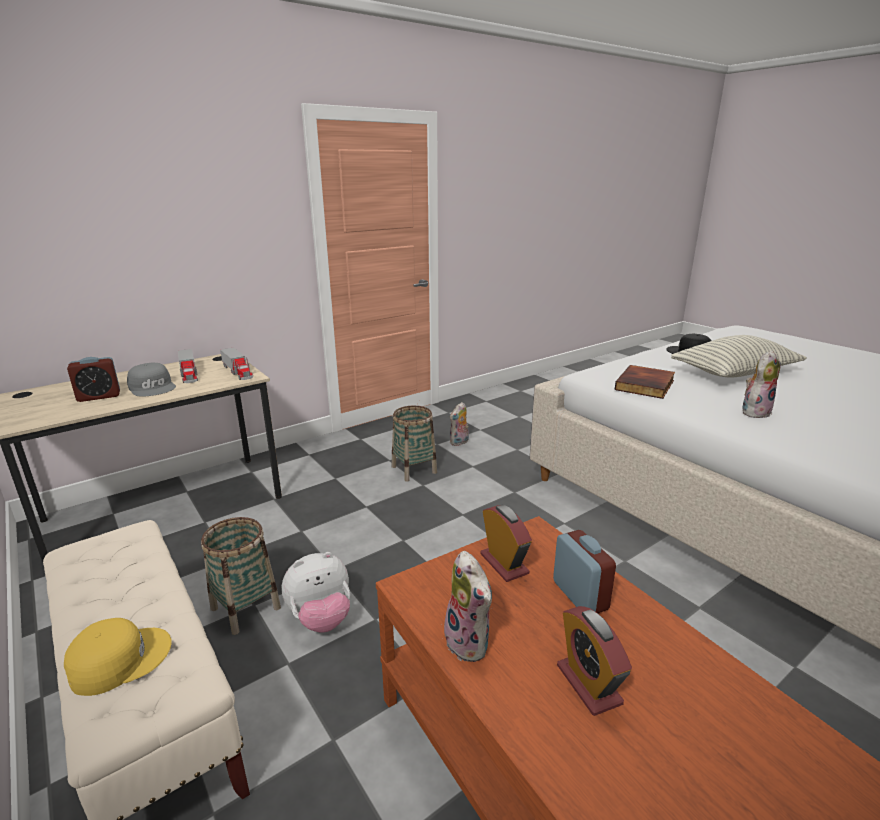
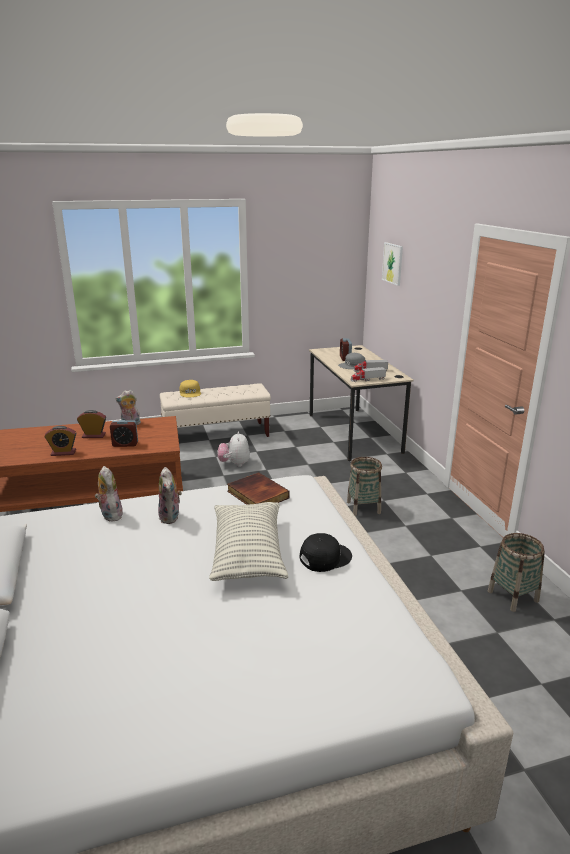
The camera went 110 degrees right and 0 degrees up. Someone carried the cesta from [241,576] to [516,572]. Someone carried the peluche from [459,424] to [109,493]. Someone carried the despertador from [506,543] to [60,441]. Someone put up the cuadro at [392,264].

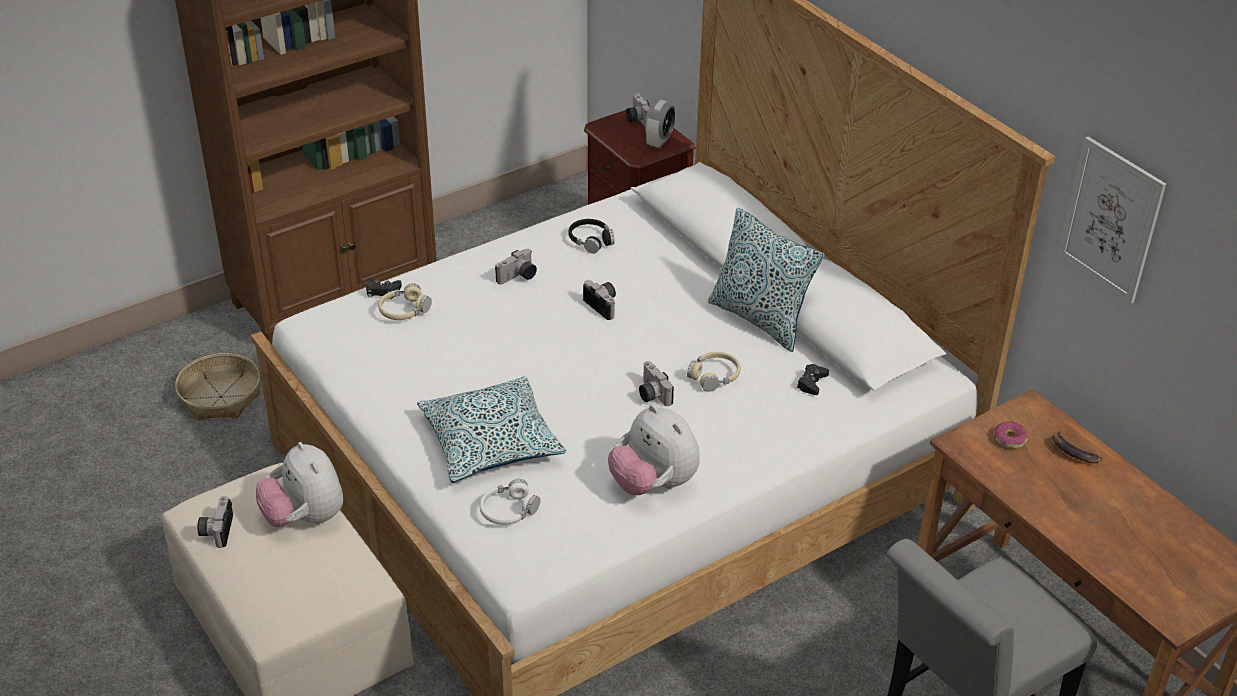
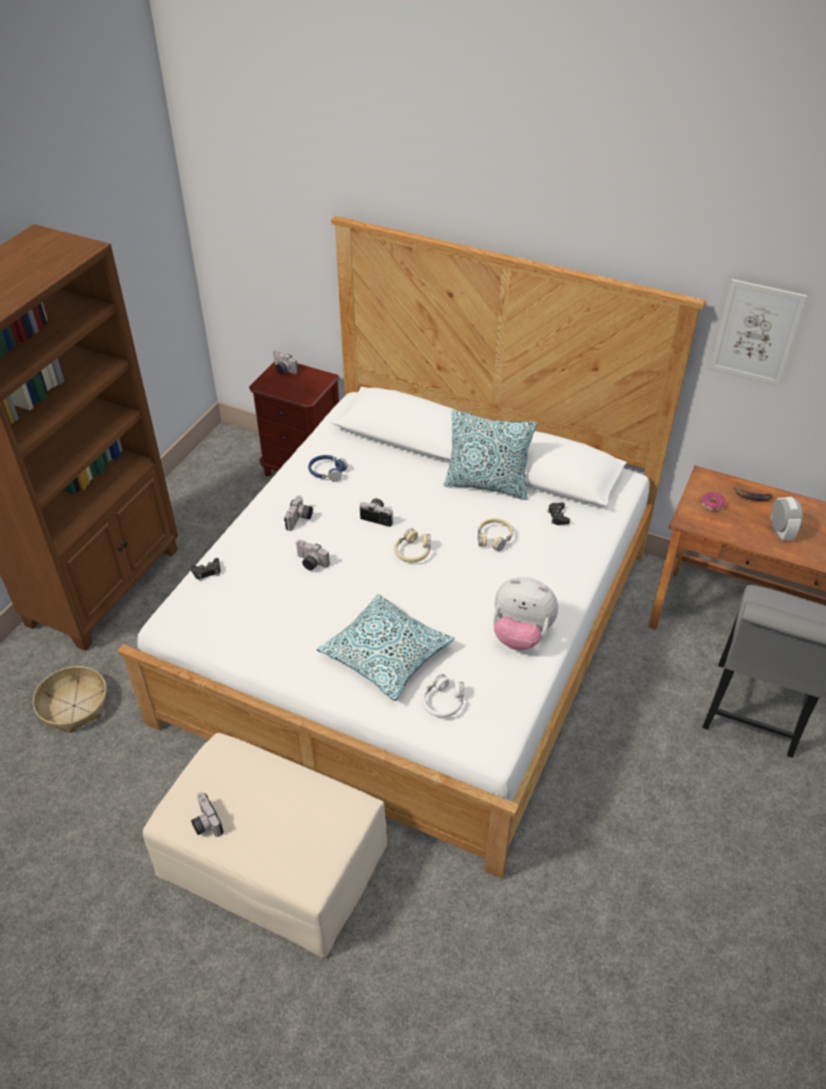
The camera went 30 degrees left and 5 degrees up. Someone took away the peluche at [299,484]. Someone carried the auriculares (beis) from [405,301] to [412,545]. Someone repainted the auriculares (negro) at [591,236], which became the auriculares (azul) at [328,468]. Someone carried the cámara from [656,383] to [313,555]. Someone carried the despertador from [660,124] to [787,519].

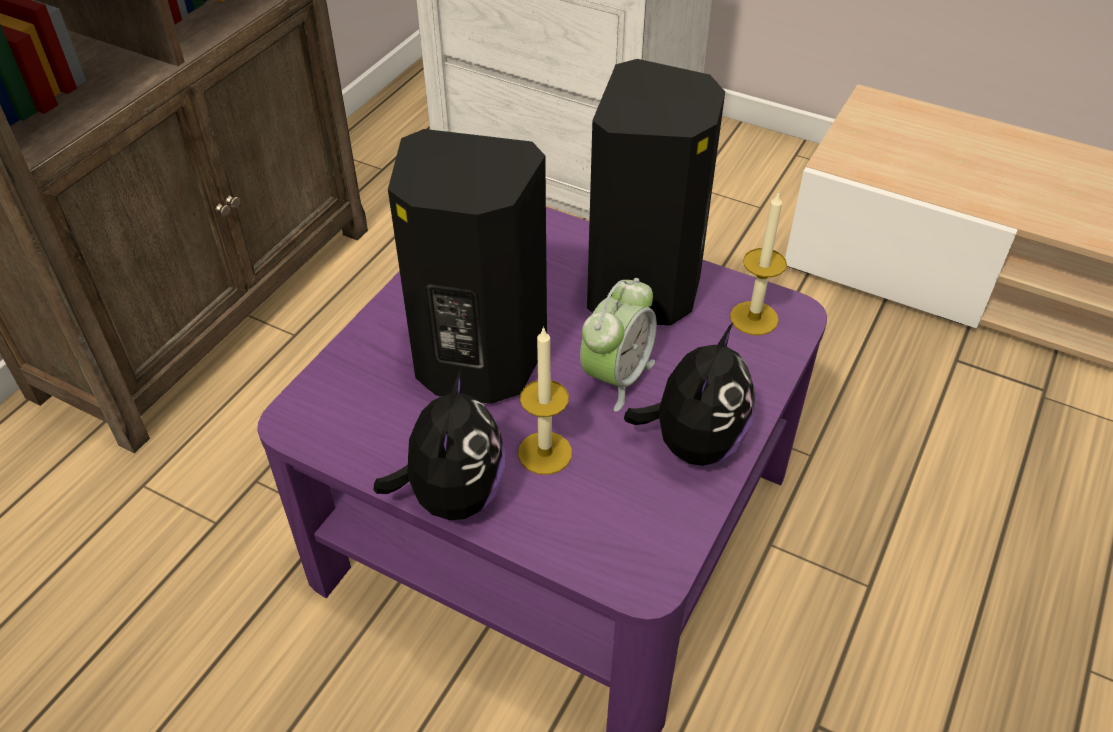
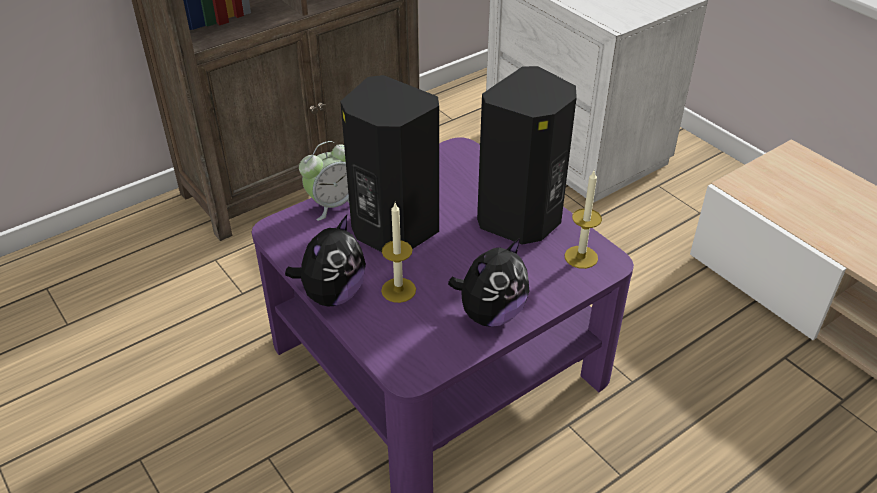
The camera went 25 degrees right and 5 degrees down. Someone carried the despertador from [618,345] to [324,181].

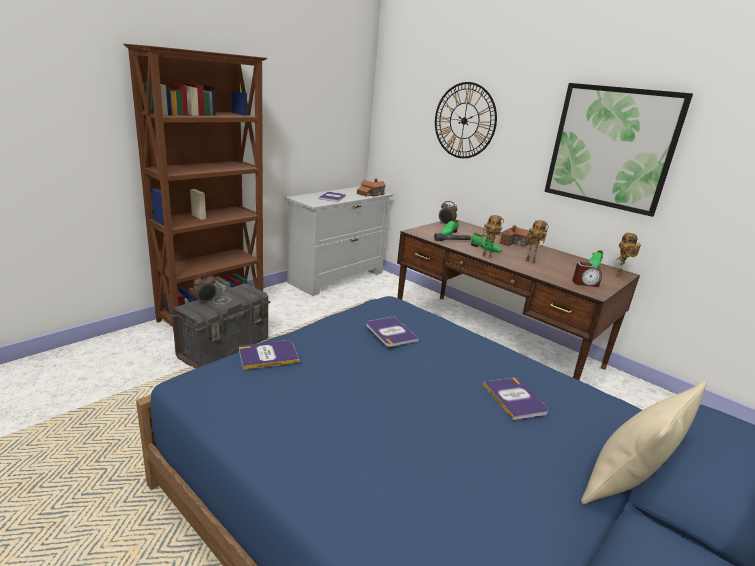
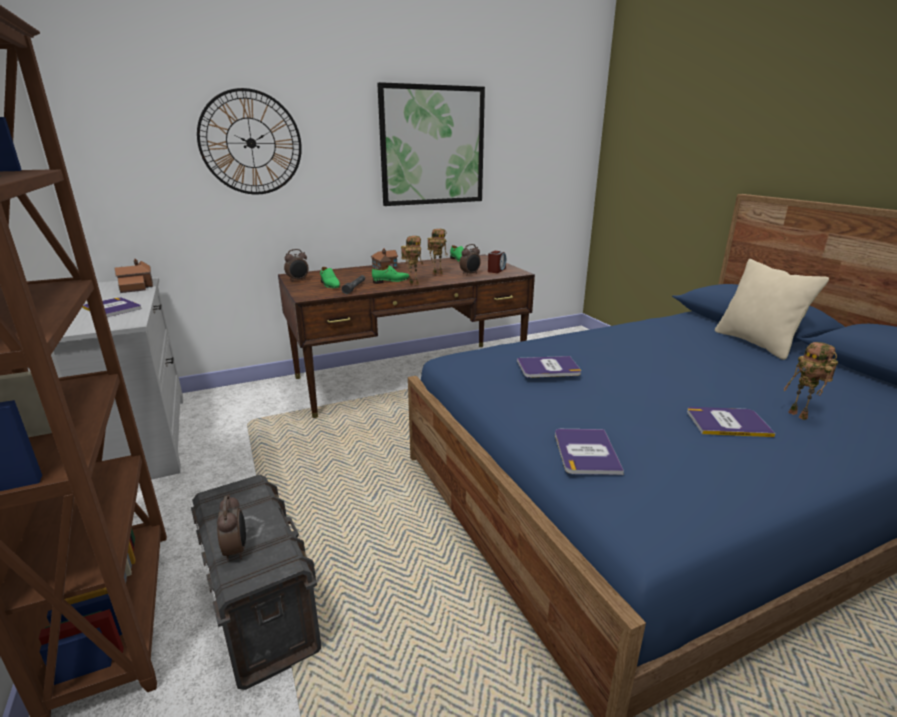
The camera went 65 degrees left and 0 degrees up. Someone carried the libro from [515,399] to [731,422]. Someone carried the robot de juguete from [628,255] to [810,381]. Someone put down the despertador at [470,260].

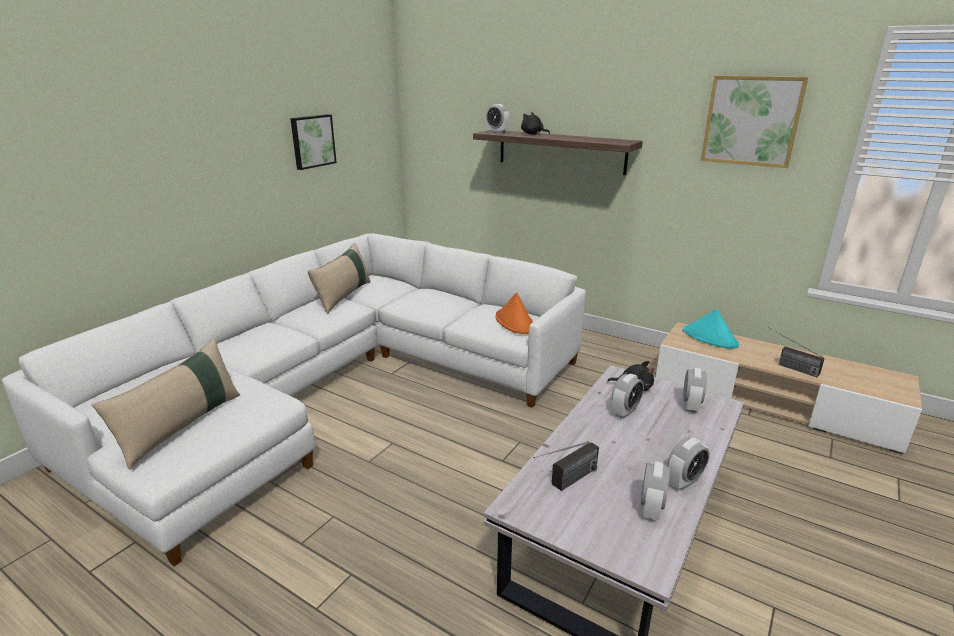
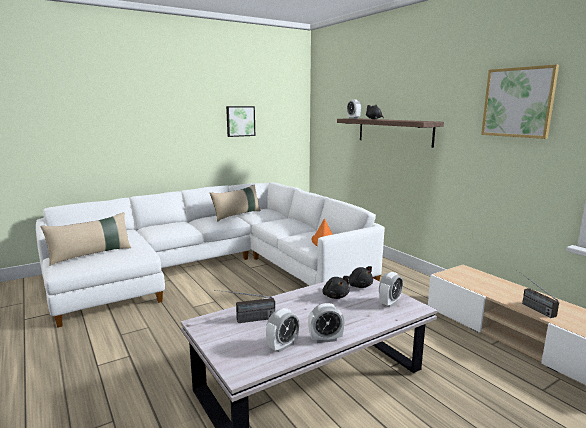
The camera went 25 degrees right and 10 degrees down. Someone swapped the despertador at [628,396] for the peluche (negro) at [336,288]. Someone took away the sombrero (turquesa) at [711,329].

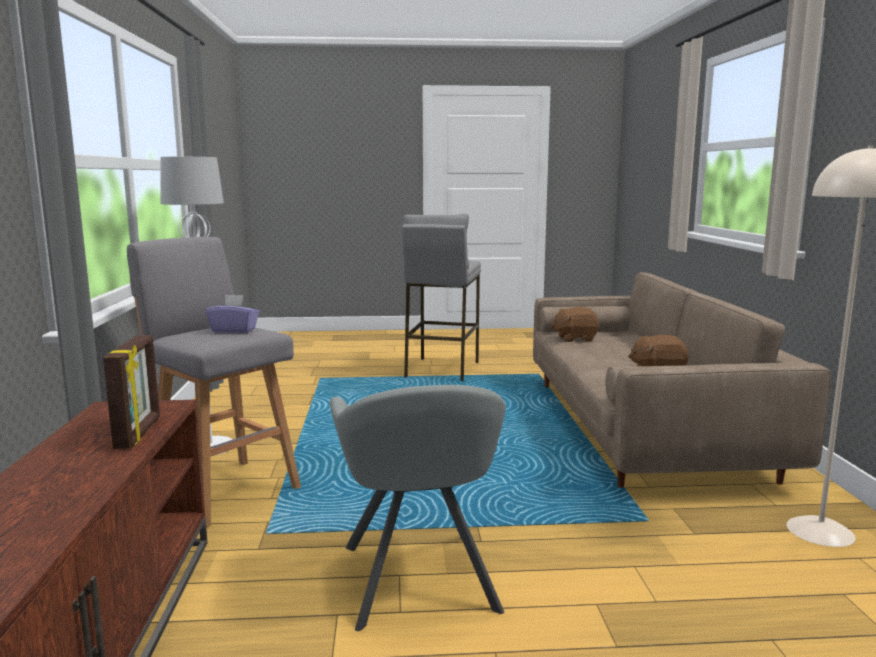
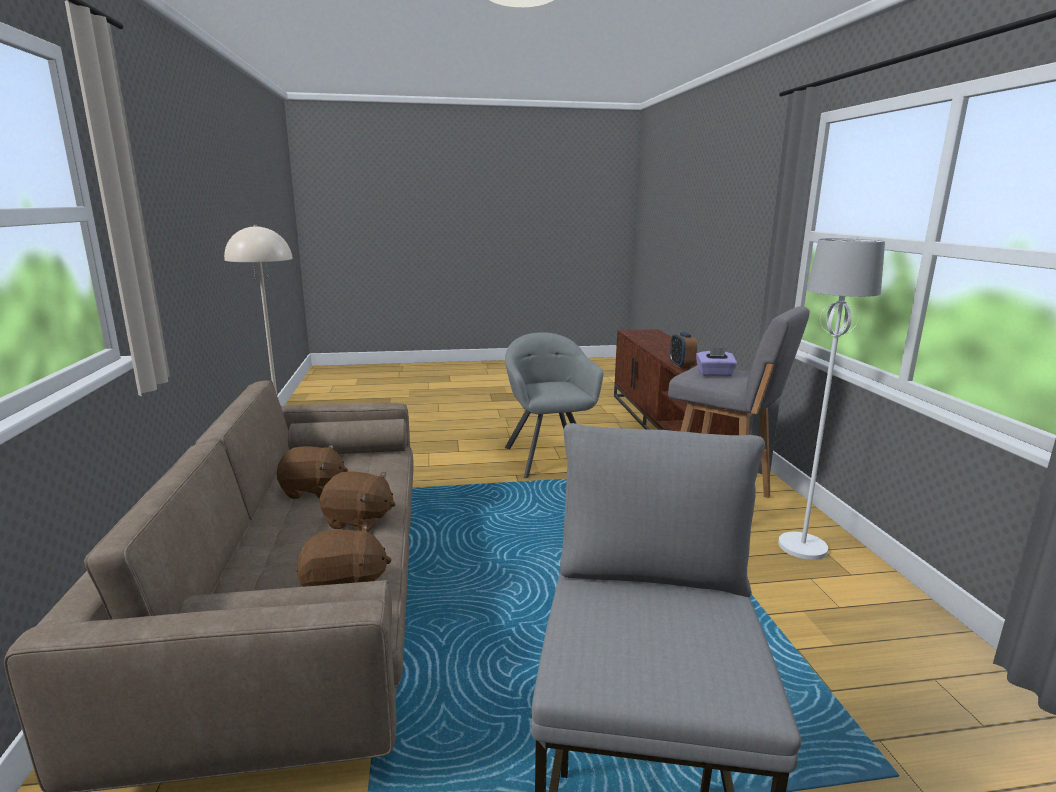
The camera went 175 degrees right and 5 degrees up. Someone swapped the portarretratos at [131,392] for the despertador at [683,350]. Someone put down the peluche (marrón) at [357,501].

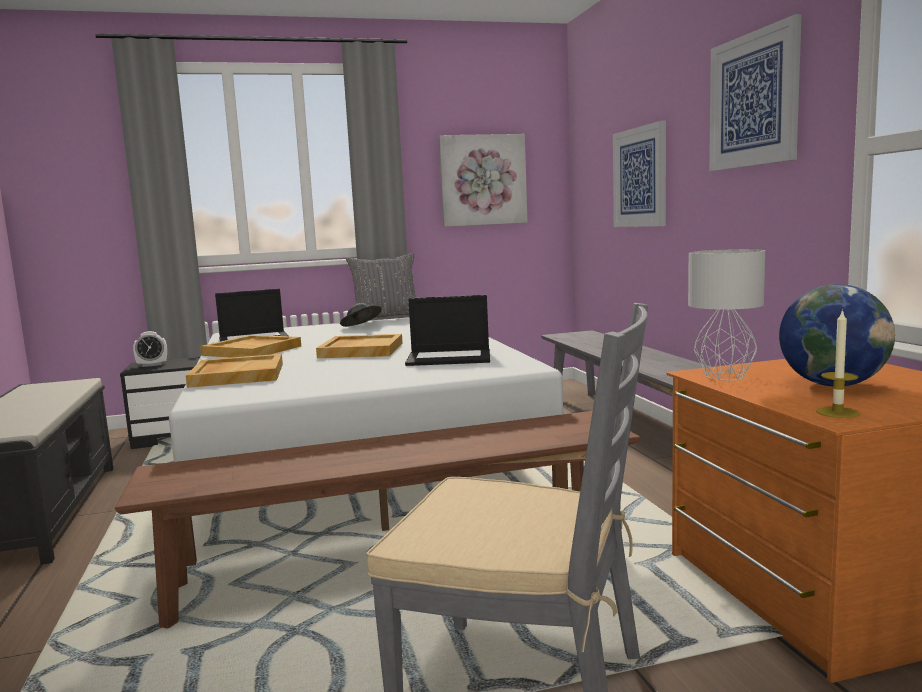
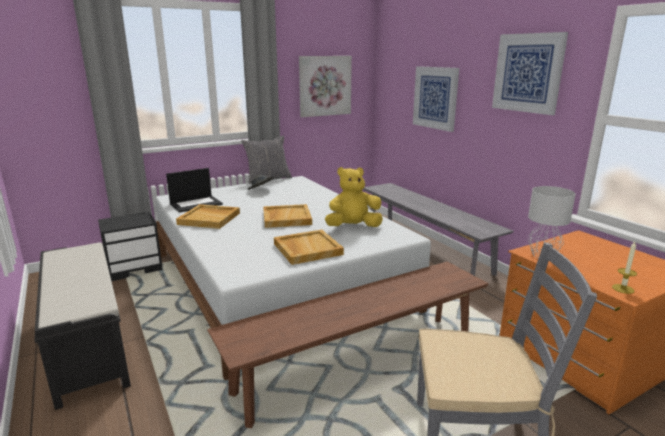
The camera went 15 degrees left and 10 degrees up. Someone took away the despertador at [150,349]. Someone carried the bandeja (beis) from [234,371] to [309,247]. Someone swapped the portátil at [447,330] for the peluche (amarillo) at [354,197]. Someone took away the globo terráqueo at [837,335].

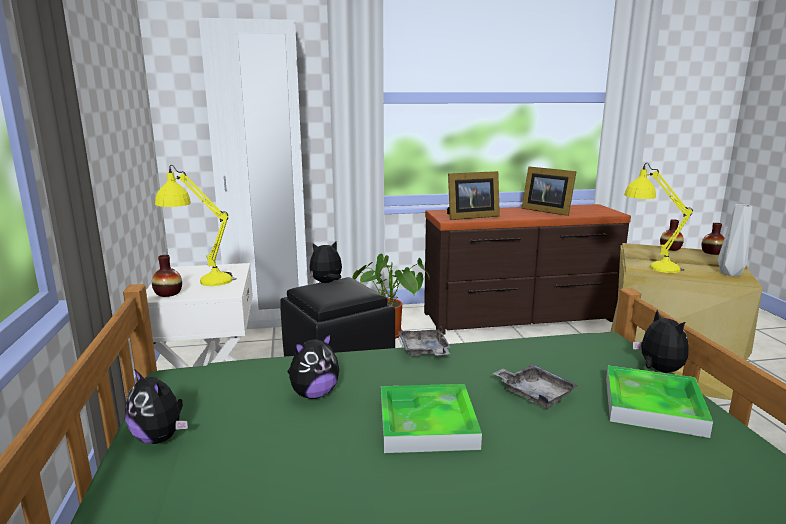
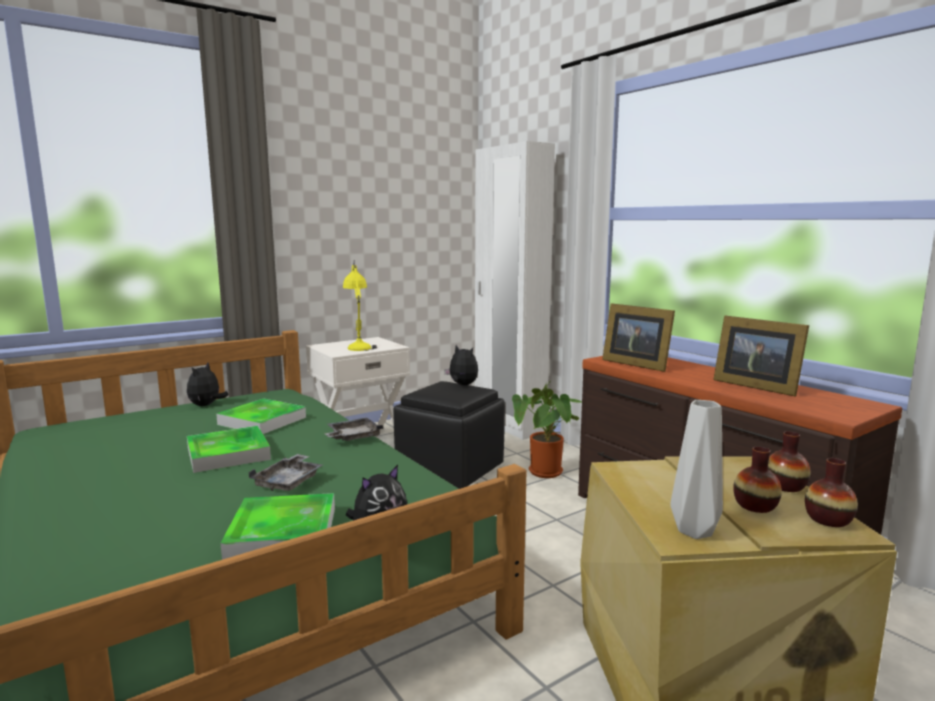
The camera went 65 degrees right and 5 degrees down. Someone carried the florero from [167,276] to [757,479]. Someone swapped the peluche at [313,366] for the bandeja at [261,416]. Someone rotated the portarretratos at [549,191] by 60 degrees counterclockwise. Someone took away the lámpara de mesa (amarillo) at [658,218].

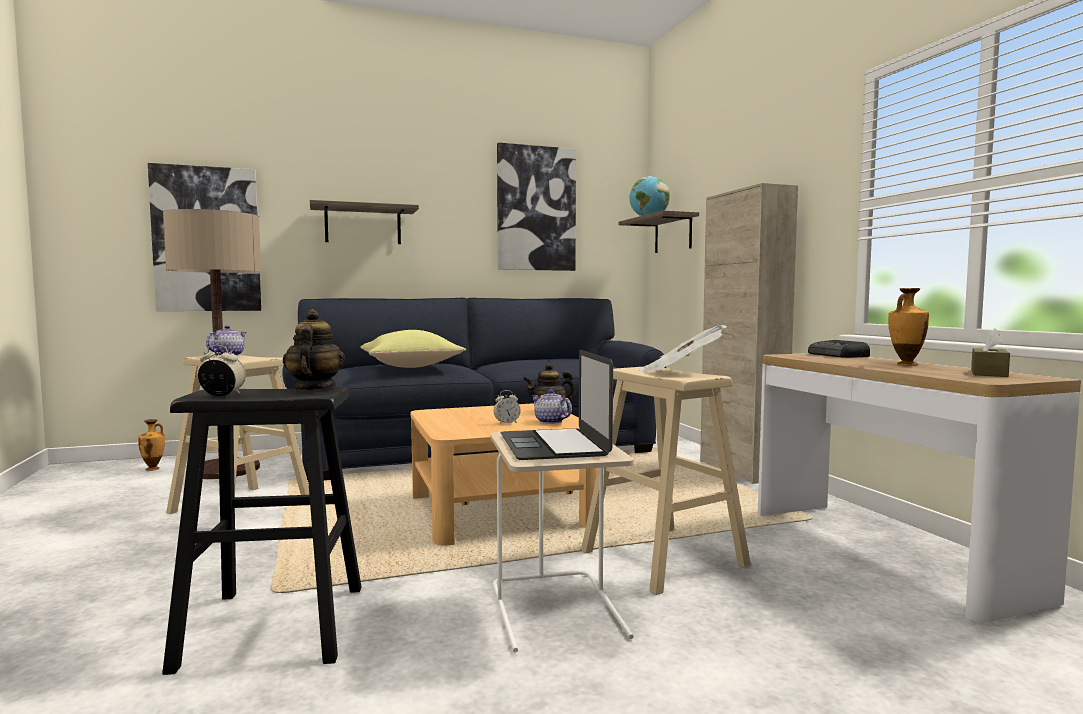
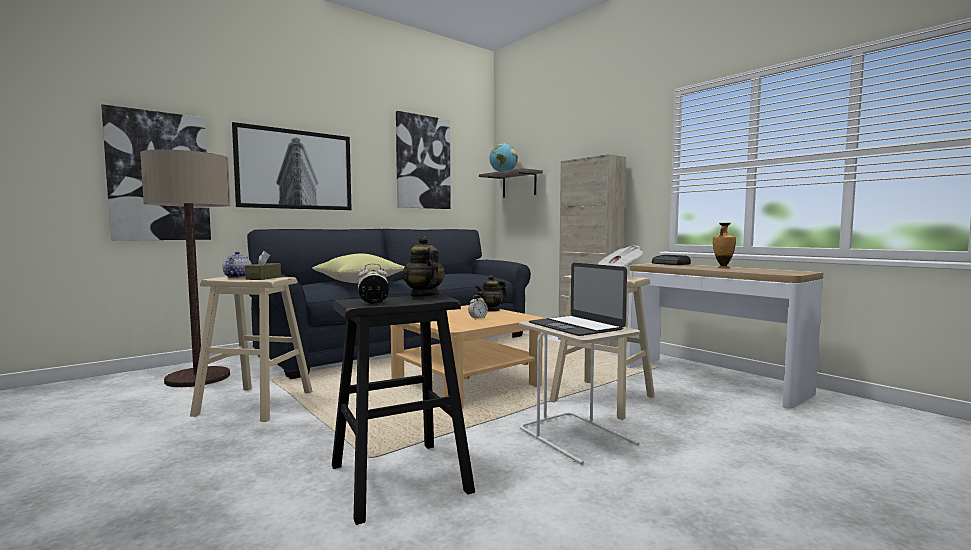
The camera went 20 degrees left and 0 degrees up. Someone took away the florero at [151,445]. Someone swapped the estante at [364,222] for the cuadro at [292,166]. Someone took away the tetera at [551,407]. Someone carried the caja de pañuelos (marrón) from [990,352] to [263,265].

